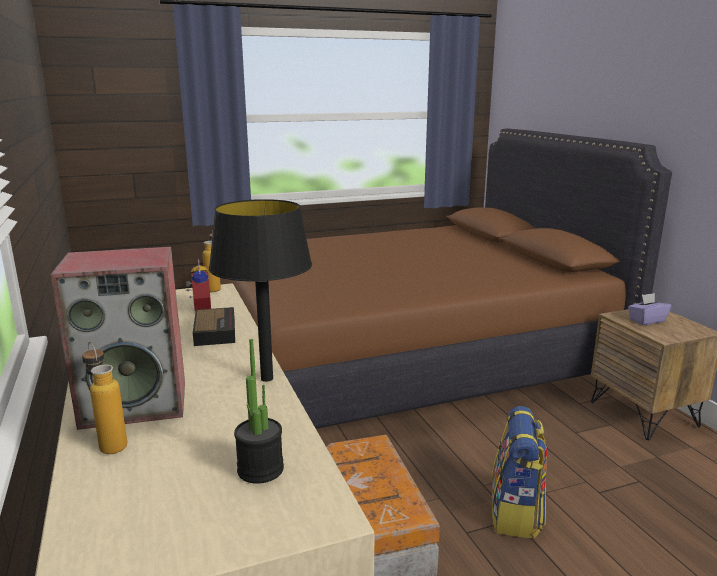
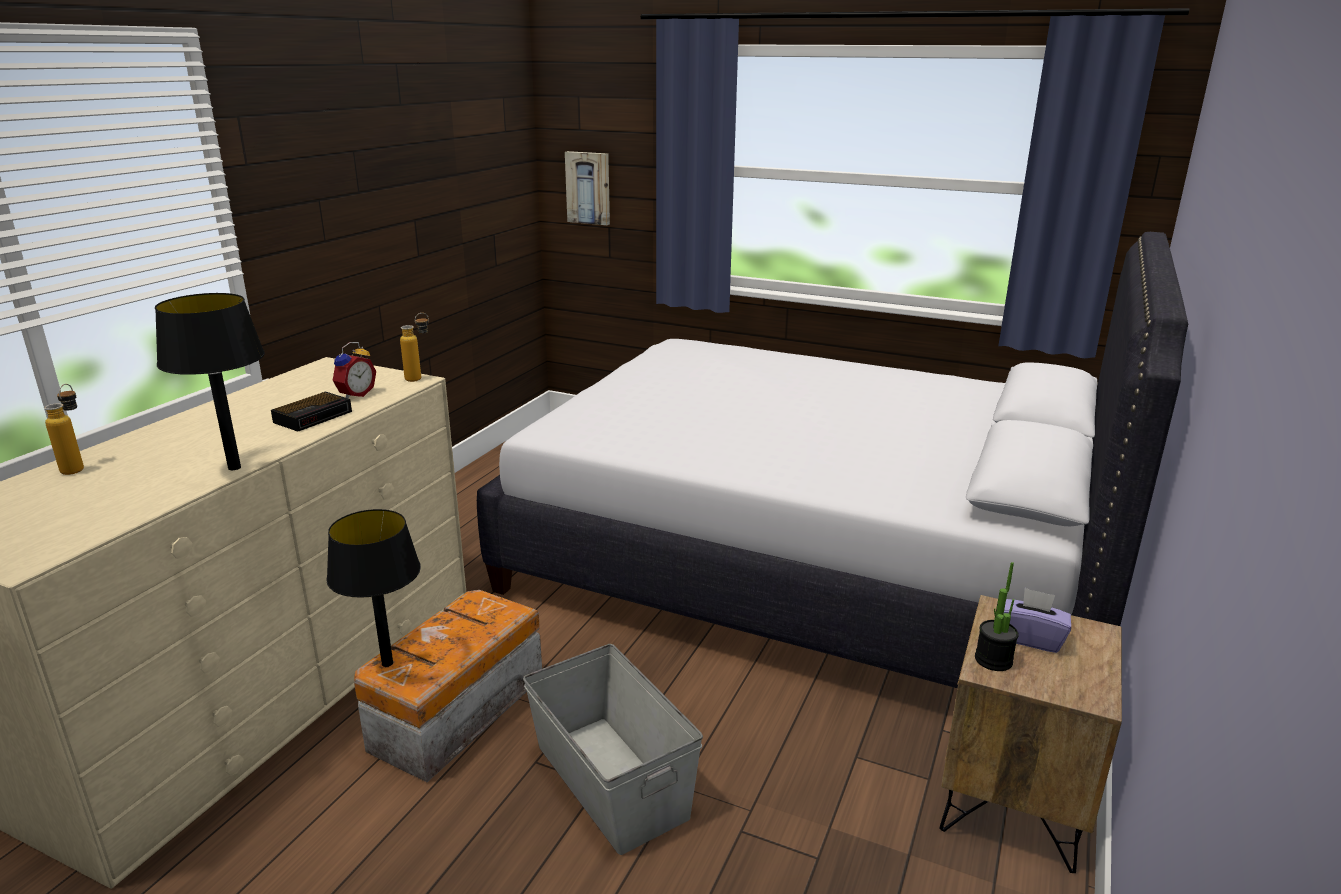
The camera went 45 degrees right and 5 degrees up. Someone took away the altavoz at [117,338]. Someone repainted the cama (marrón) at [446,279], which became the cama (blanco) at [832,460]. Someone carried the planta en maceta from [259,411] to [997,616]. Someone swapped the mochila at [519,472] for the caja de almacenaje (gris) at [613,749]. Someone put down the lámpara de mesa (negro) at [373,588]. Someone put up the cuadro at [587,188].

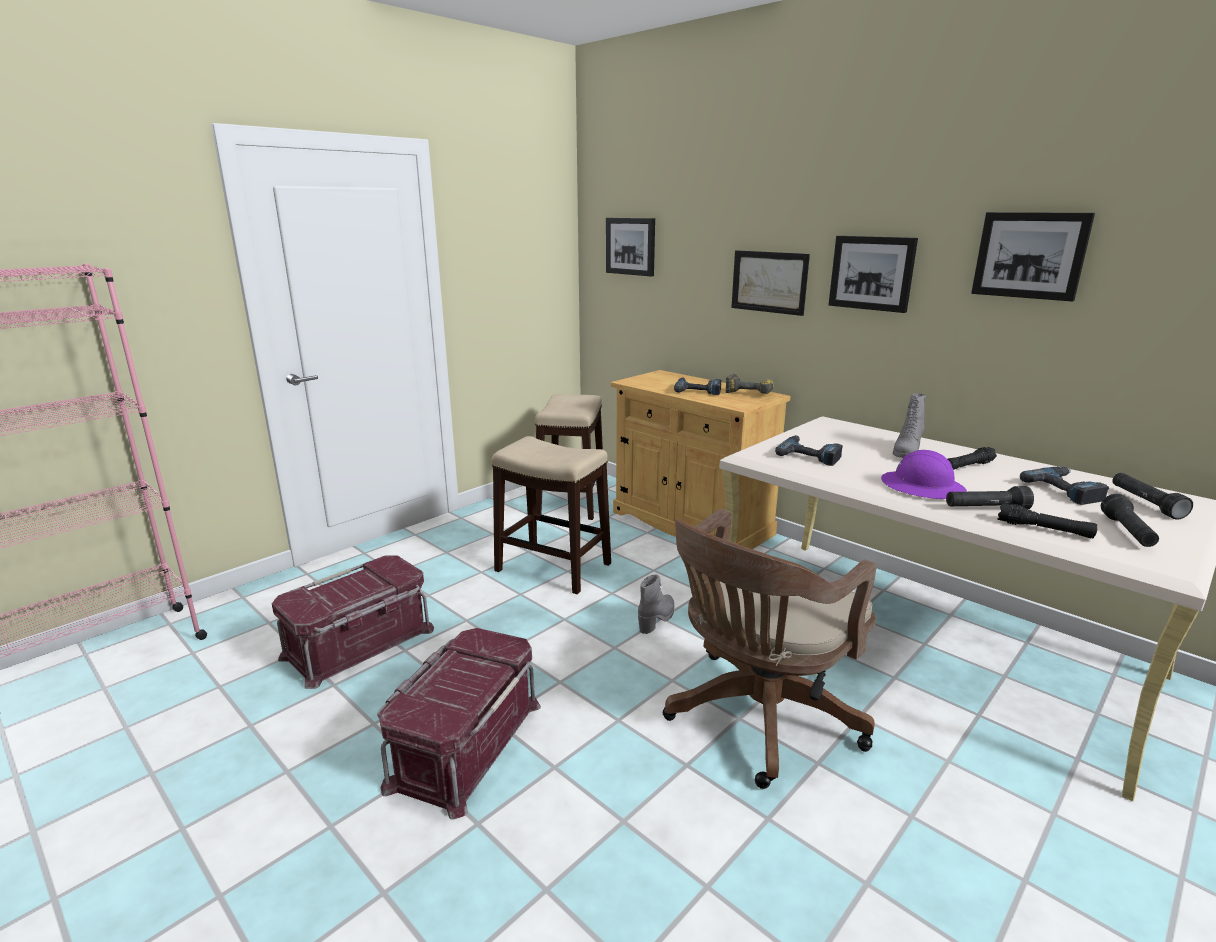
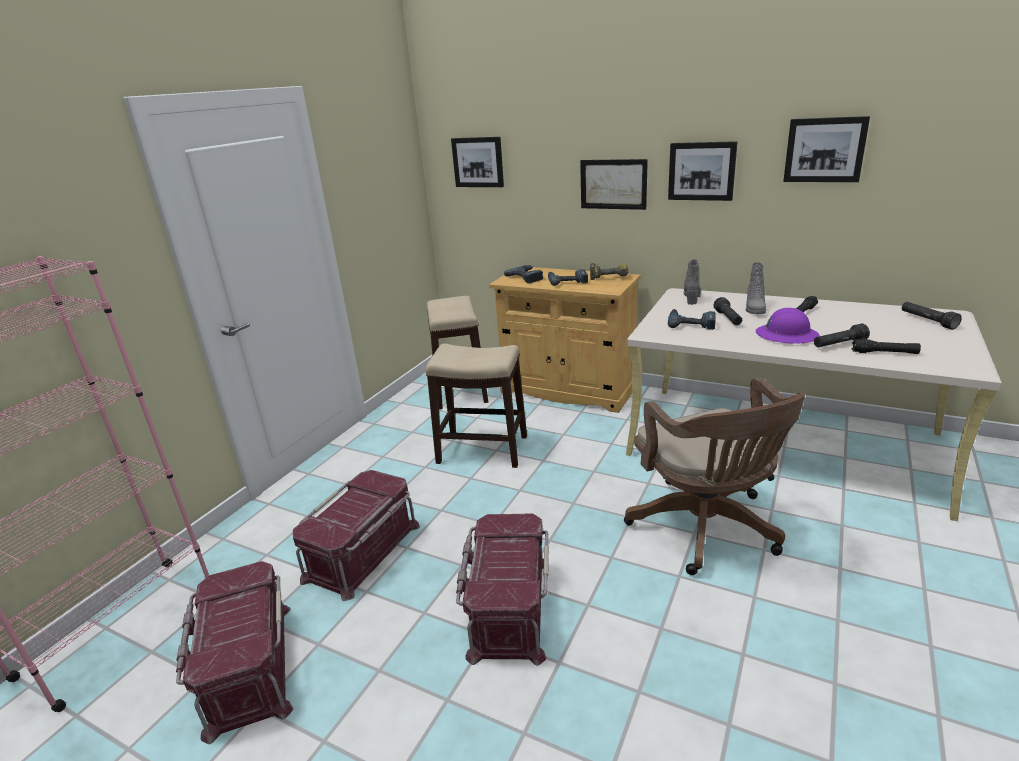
The camera went 15 degrees left and 5 degrees up. Someone carried the bota (gris) from [656,604] to [692,282]. Someone rotated the silla de oficina (marrón) at [769,649] by 45 degrees counterclockwise. Someone carried the taladro from [1065,486] to [523,274]. Someone carried the linterna (negro) from [1130,520] to [728,311]. Someone put down the caja de almacenaje (rojo) at [235,652].

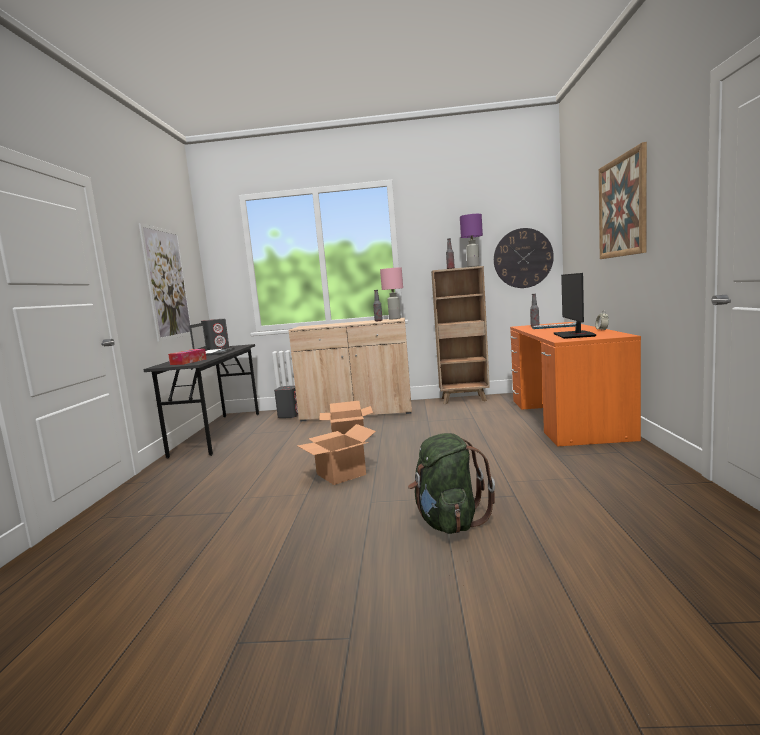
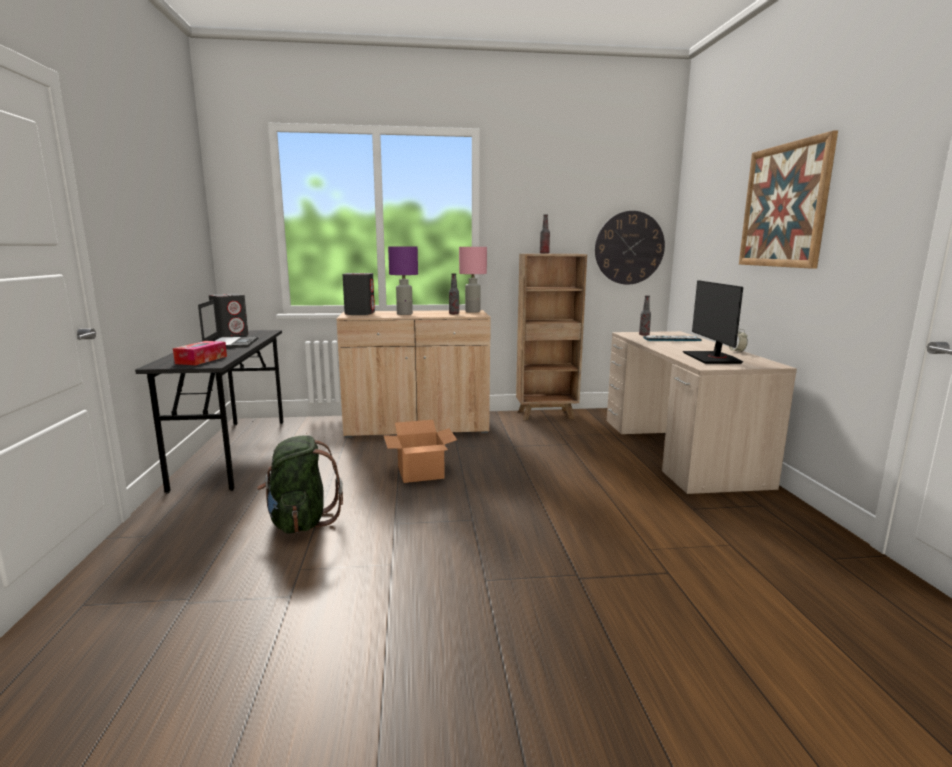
The camera went 10 degrees left and 5 degrees up. Someone took away the cuadro at [165,282]. Someone carried the altavoz (gris) from [286,402] to [359,294]. Someone took away the caja de cartón at [336,454]. Someone carried the mochila (verde) from [451,483] to [300,485]. Someone carried the lámpara de mesa (morado) from [471,240] to [403,280]. Someone repainted the escritorio (naranja) at [575,384], which became the escritorio (beis) at [702,412].

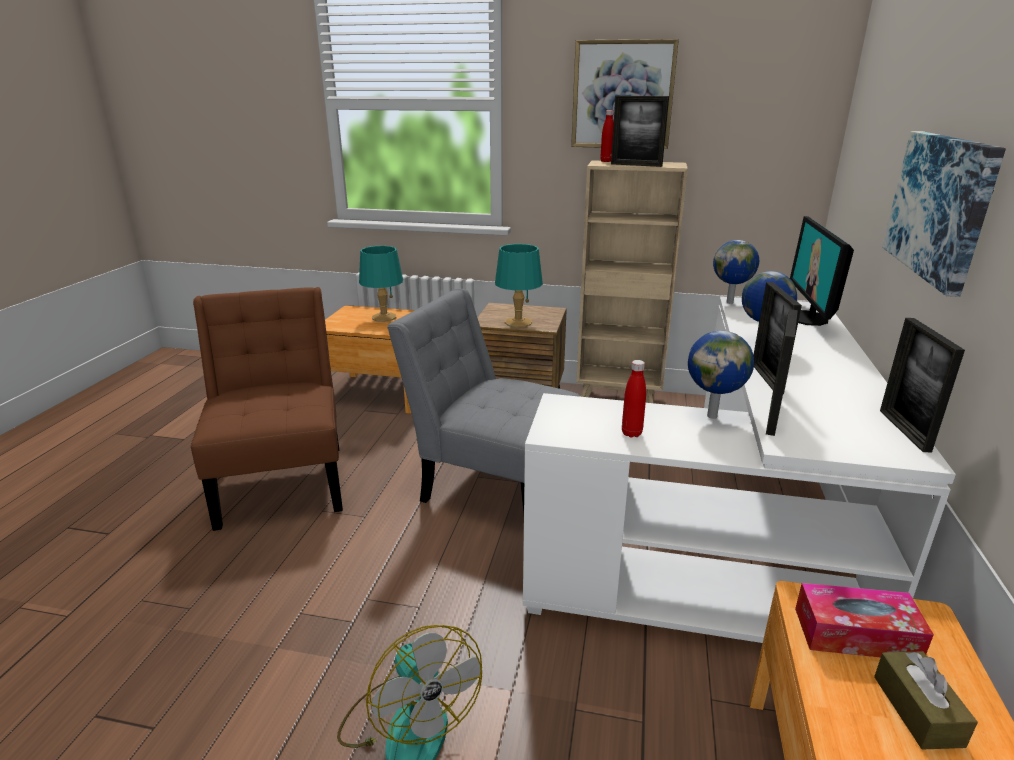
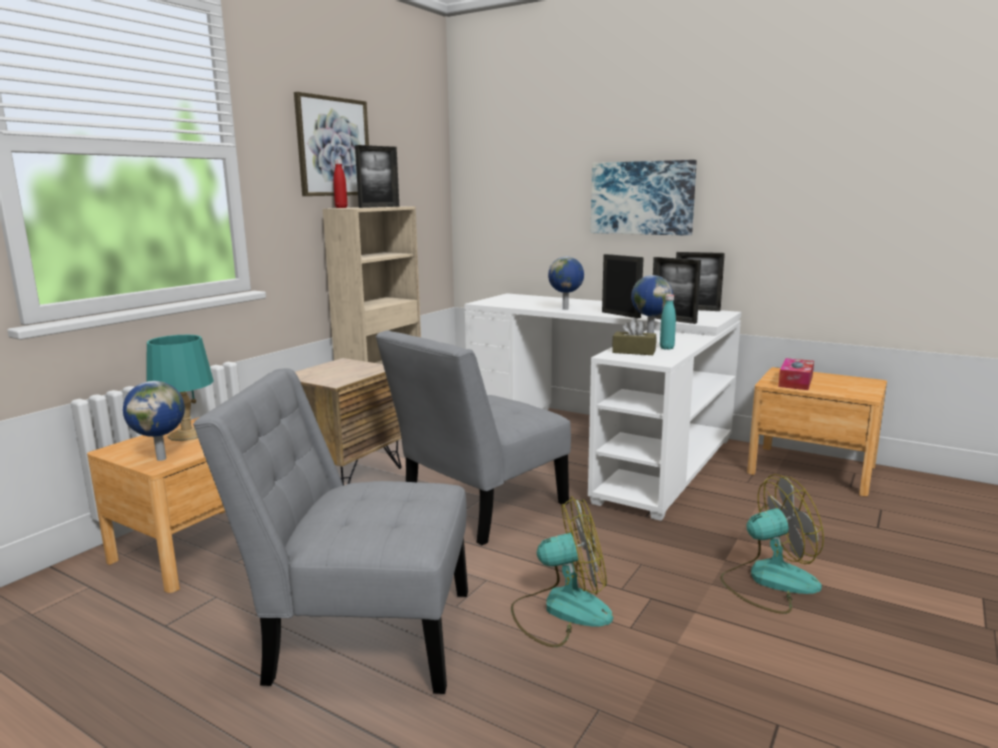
The camera went 70 degrees left and 10 degrees down. Someone repainted the silla (marrón) at [267,409], which became the silla (gris) at [330,531]. Someone took away the lámpara de mesa (turquesa) at [519,285]. Someone repainted the botella (rojo) at [634,399], which became the botella (turquesa) at [668,322]. Someone carried the globo terráqueo from [736,272] to [154,421]. Someone rotated the portarretratos at [777,338] by 150 degrees counterclockwise. Someone took away the monitor at [822,271]. Someone carried the caja de pañuelos (marrón) from [926,700] to [634,336]. Someone put down the ventilador at [562,571].

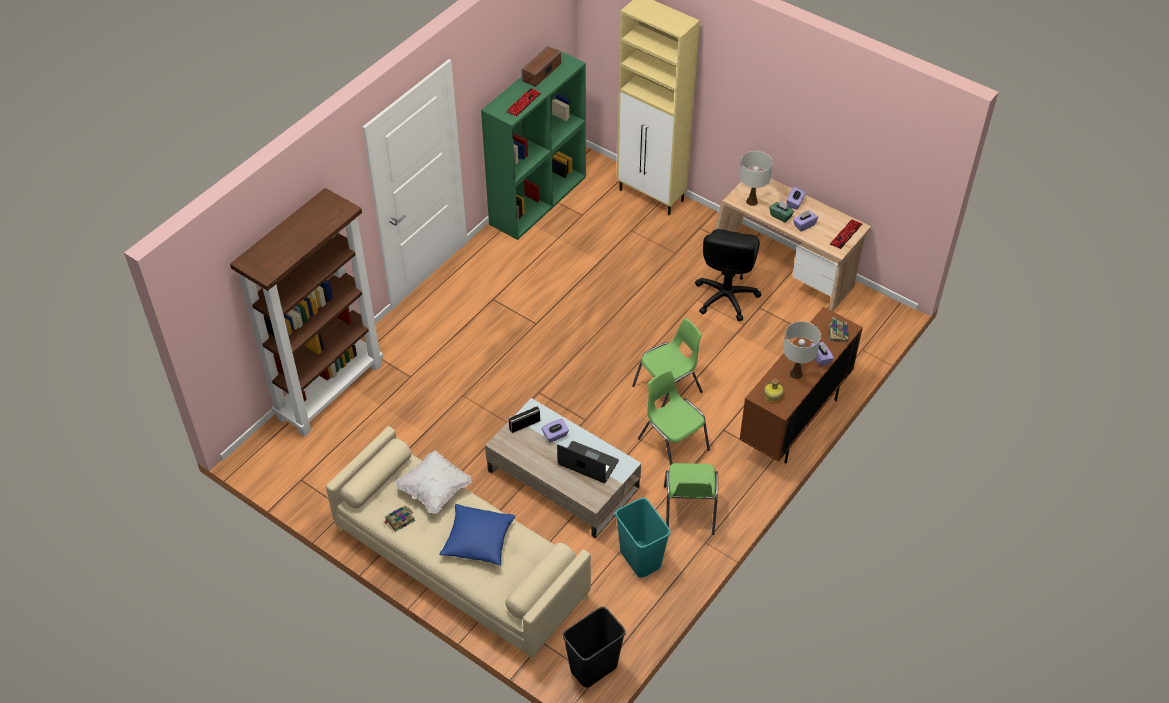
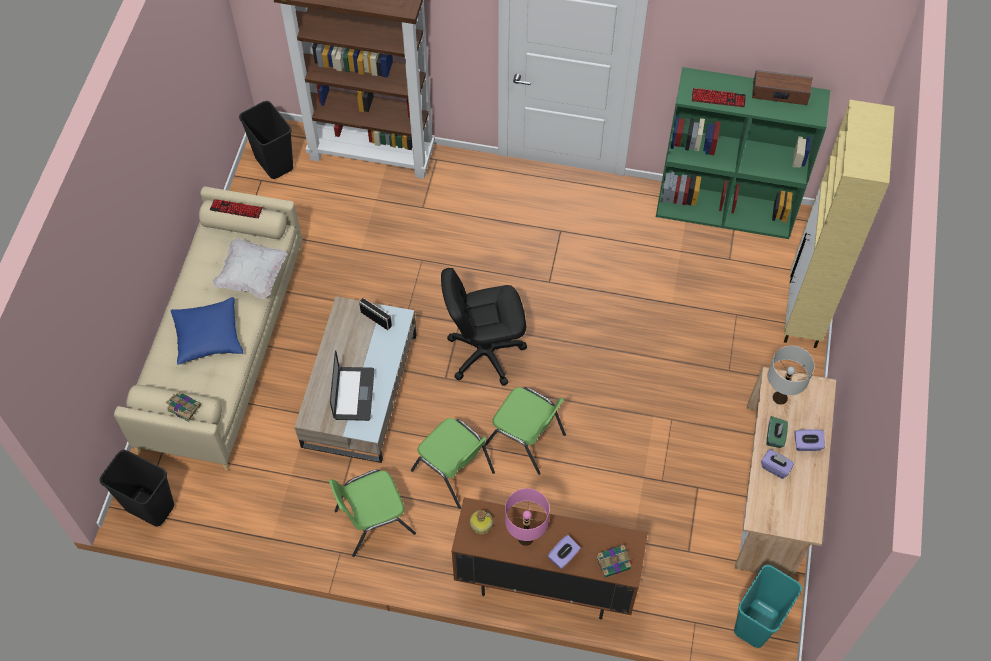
The camera went 65 degrees right and 10 degrees up. Someone carried the libro from [399,518] to [183,407]. Someone took away the caja de pañuelos (morado) at [555,430]. Someone carried the papelera (turquesa) from [642,538] to [768,606]. Someone rotated the silla (verde) at [674,417] by 105 degrees clockwise. Someone carried the silla de oficina (negro) from [728,275] to [484,327]. Someone repainted the lámpara de mesa (blanco) at [802,350], which became the lámpara de mesa (rosa) at [527,517]. Someone carried the teclado from [846,234] to [236,209]. Someone put down the papelera (negro) at [266,140].

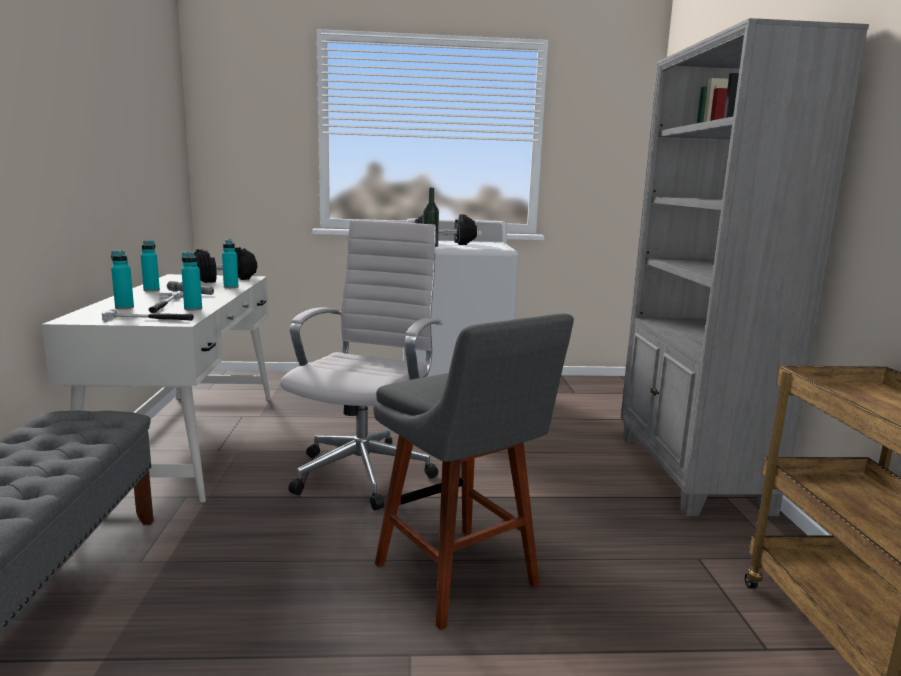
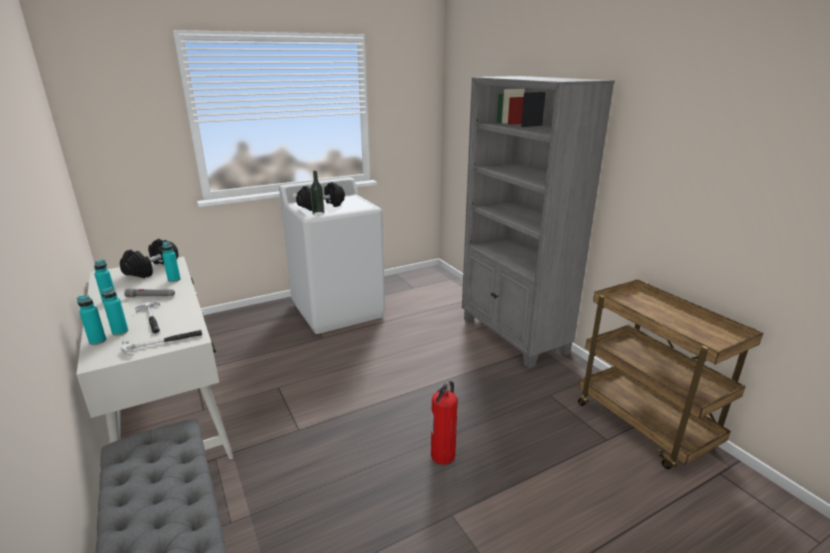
The camera went 25 degrees left and 10 degrees up. Someone carried the botella (turquesa) from [191,281] to [91,320]. Someone took away the silla de oficina (blanco) at [361,365]. Someone swapped the taburete (gris) at [473,472] for the extintor at [444,423].

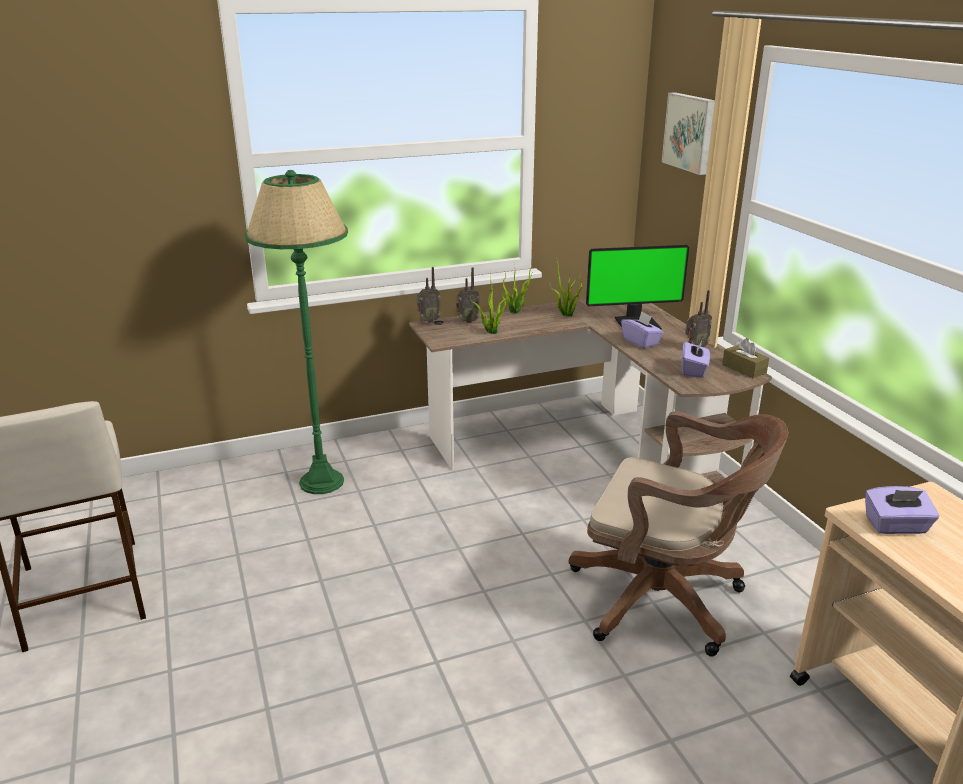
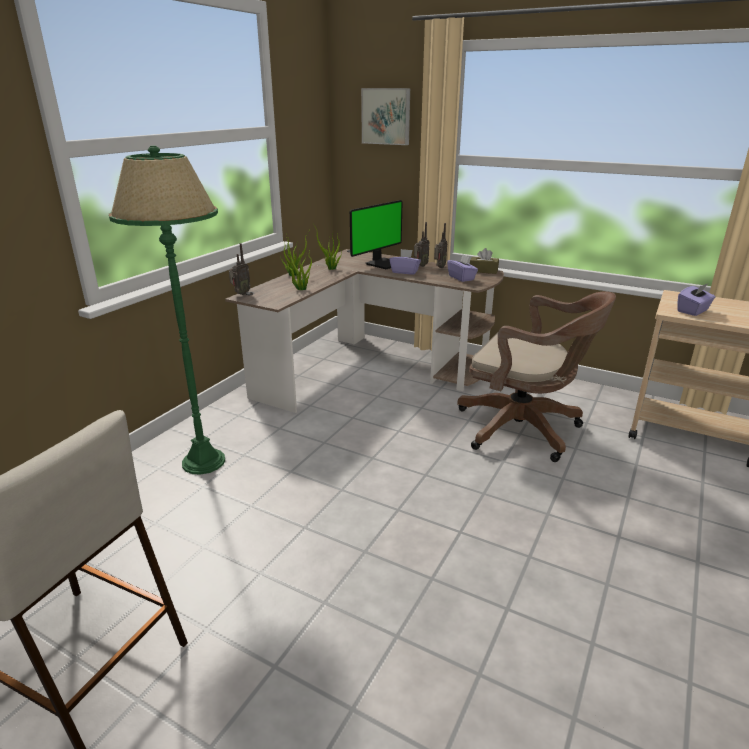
The camera went 40 degrees left and 0 degrees up. Someone carried the radio from [468,295] to [421,244]. Someone rotated the silla de oficina (marrón) at [678,534] by 45 degrees clockwise.

